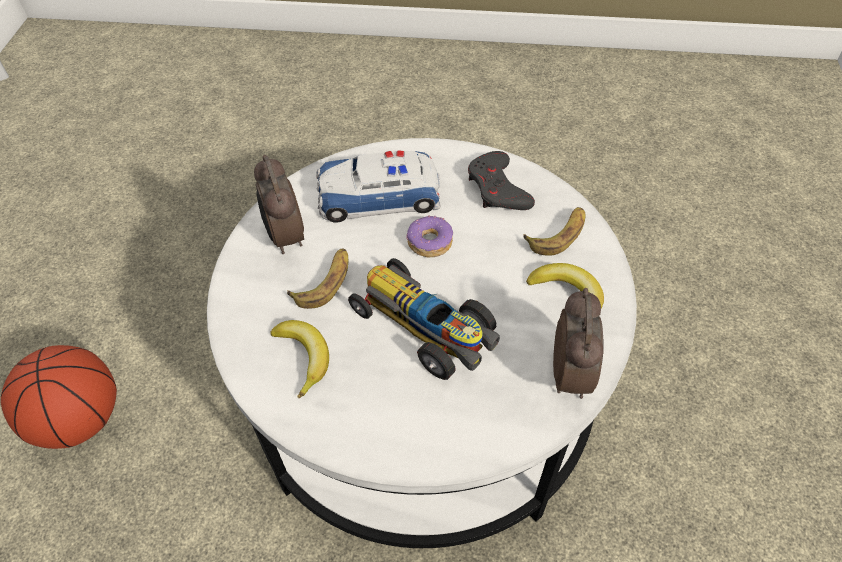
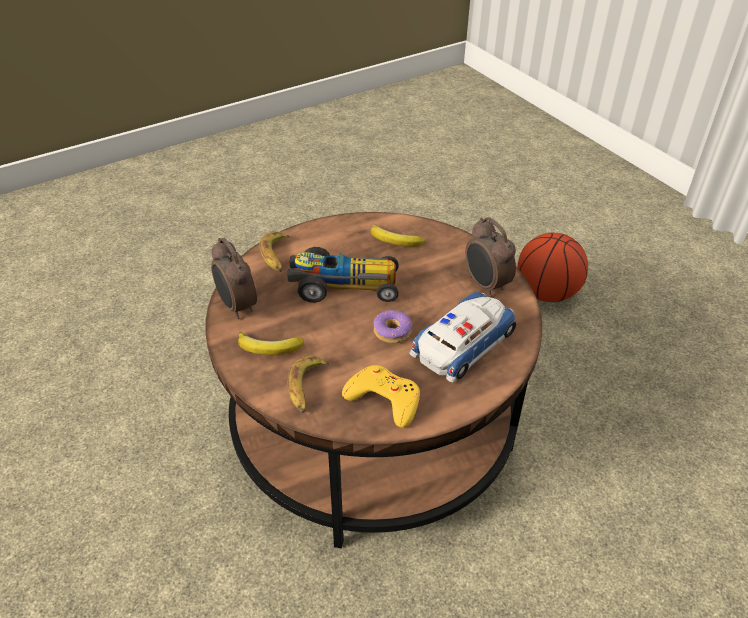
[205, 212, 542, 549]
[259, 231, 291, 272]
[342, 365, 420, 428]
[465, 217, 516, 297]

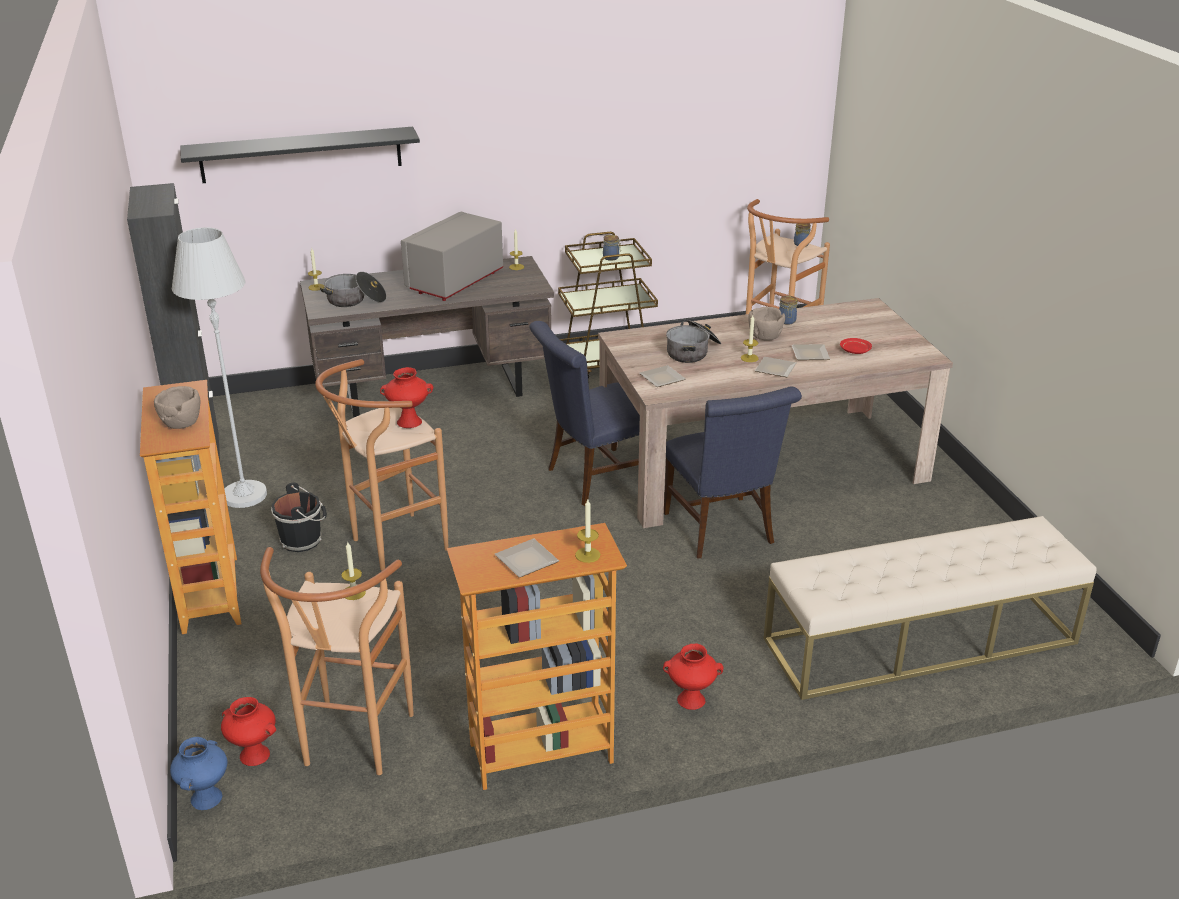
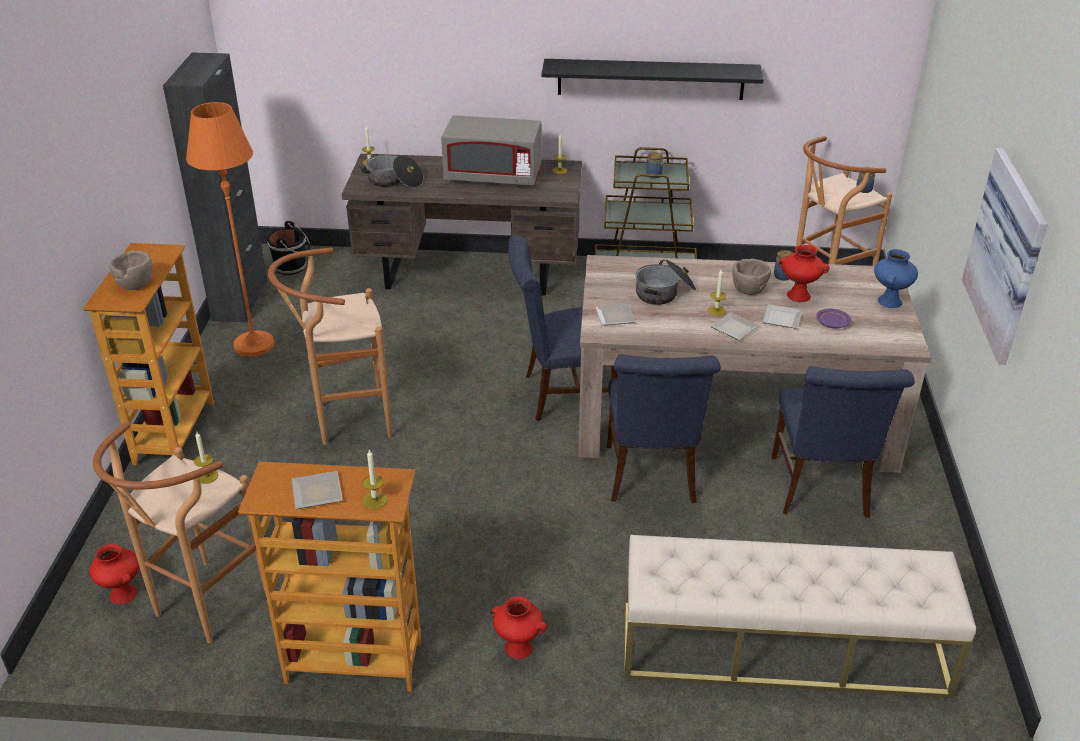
[186, 102, 274, 357]
[267, 221, 311, 275]
[441, 115, 542, 185]
[542, 59, 764, 100]
[771, 366, 915, 518]
[778, 245, 830, 302]
[816, 309, 851, 329]
[874, 249, 918, 308]
[962, 148, 1048, 365]

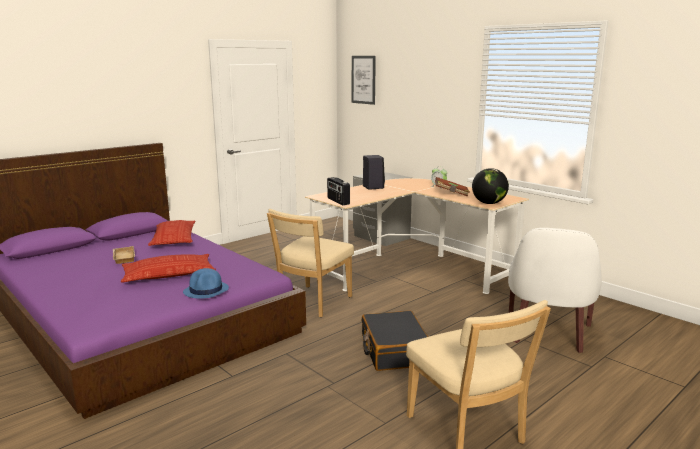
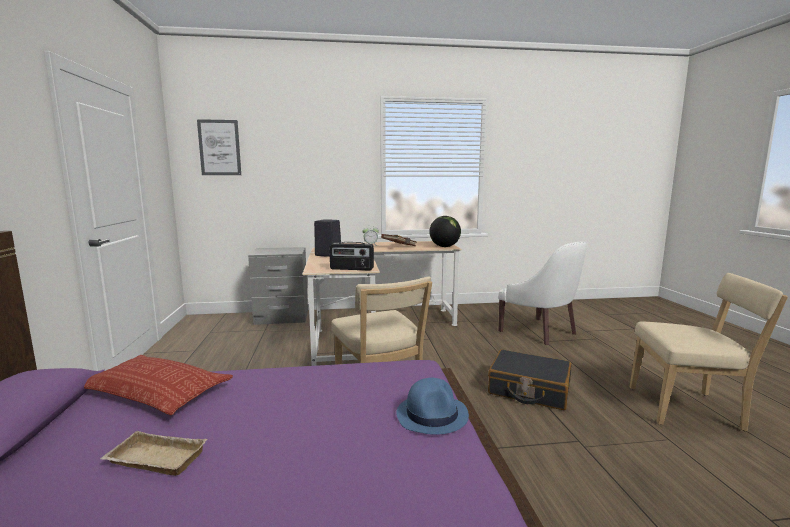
[121, 254, 216, 283] (first image)

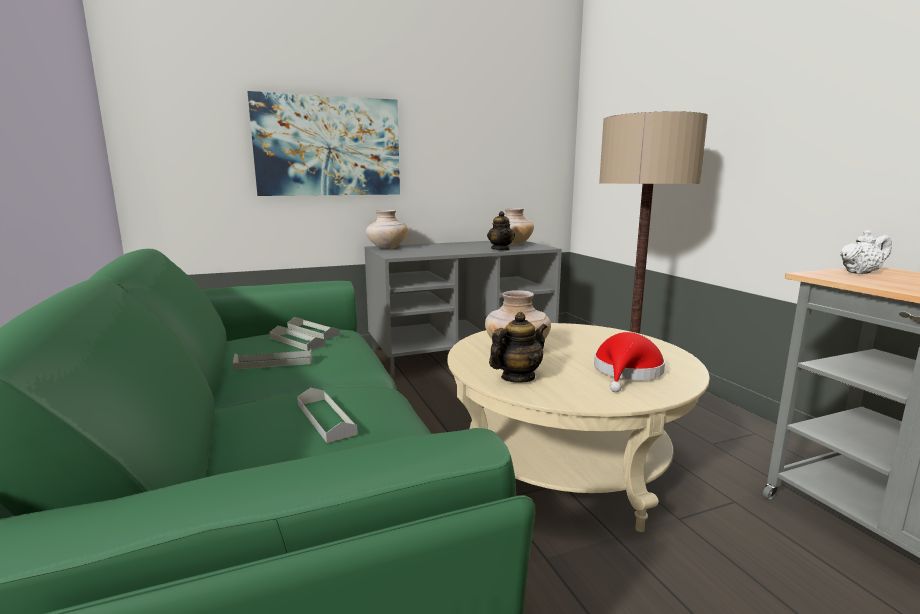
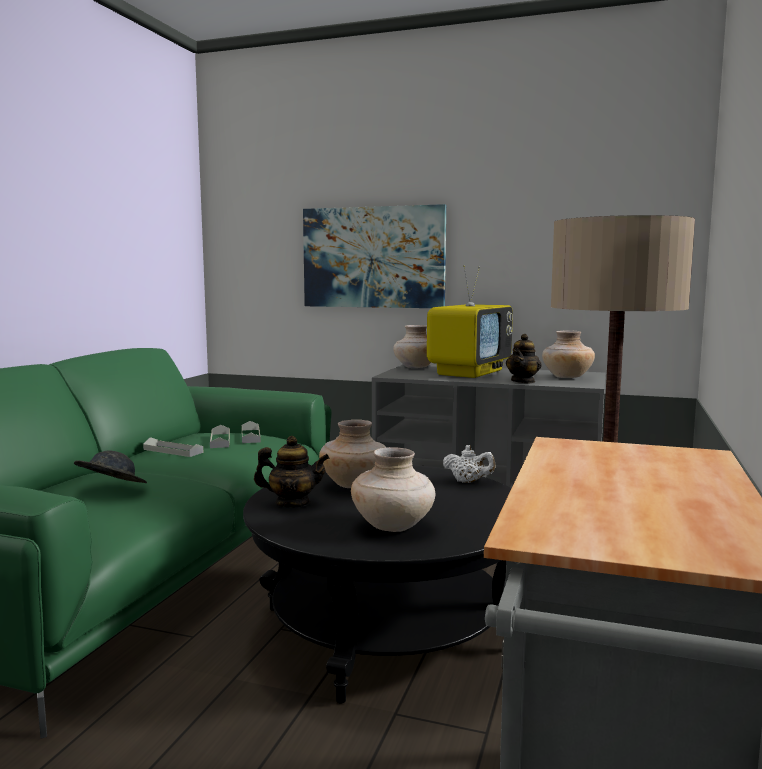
[74, 451, 147, 483]
[243, 465, 511, 704]
[351, 447, 435, 532]
[427, 265, 513, 378]
[443, 445, 496, 483]

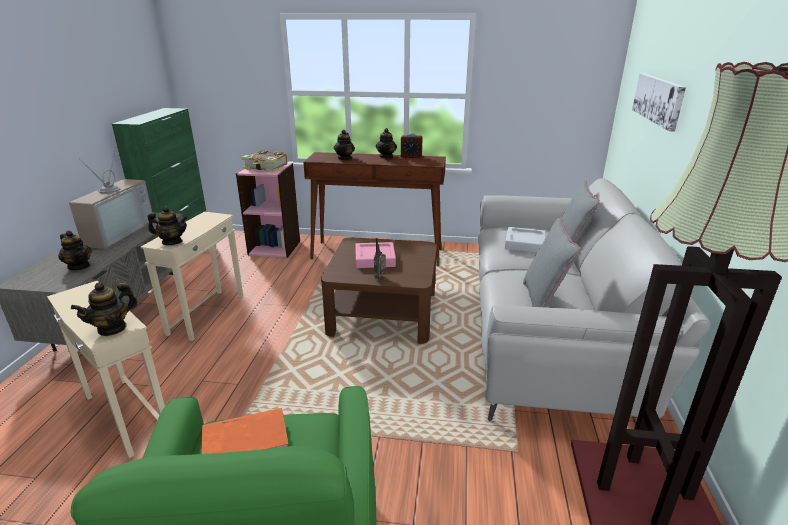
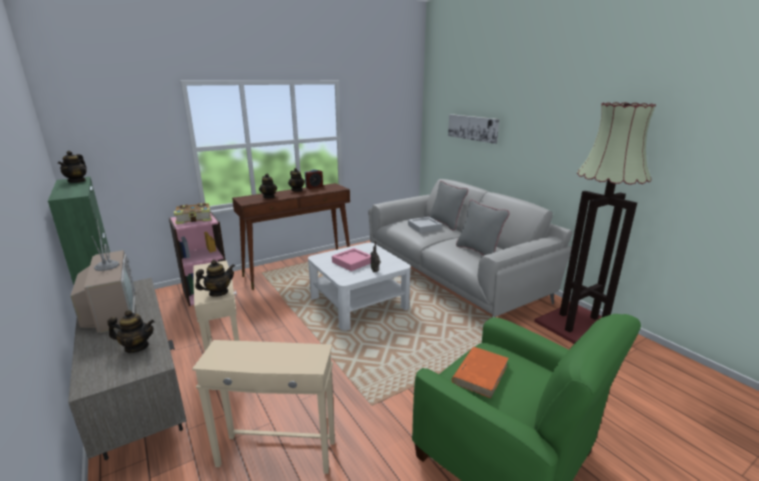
[58, 151, 87, 183]
[308, 242, 411, 331]

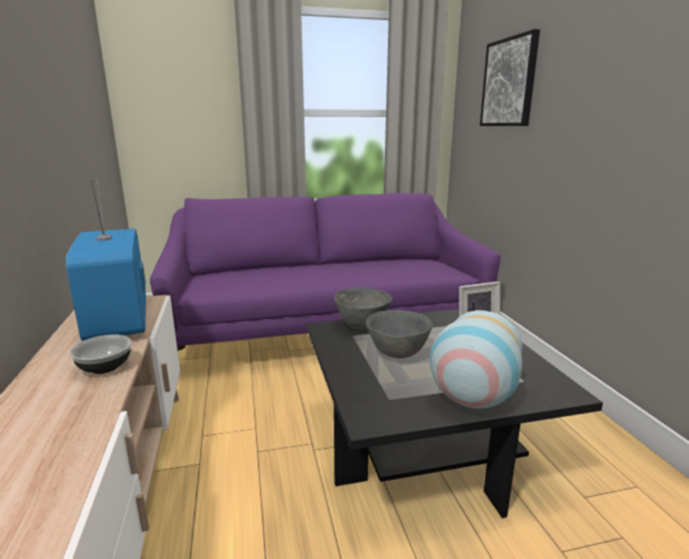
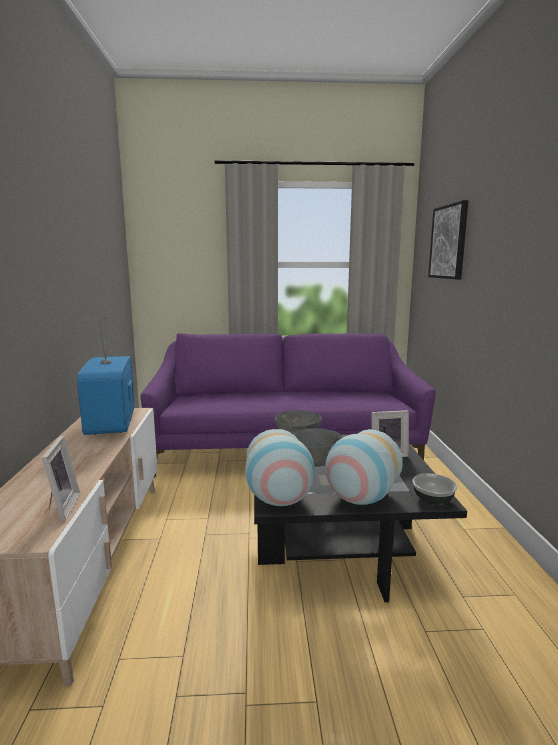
[42, 436, 80, 522]
[245, 429, 315, 506]
[412, 474, 457, 505]

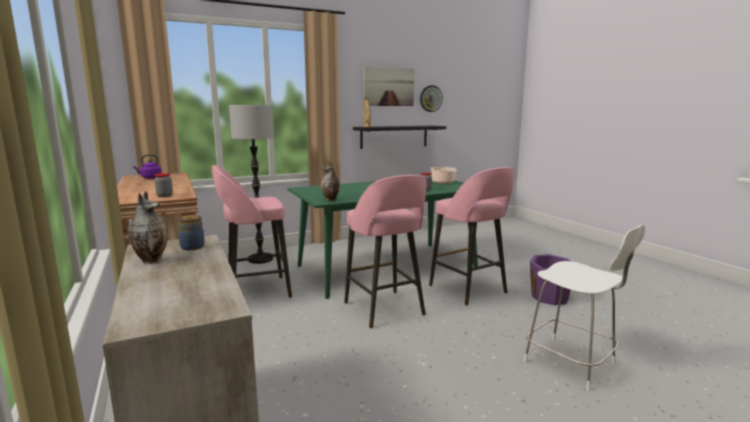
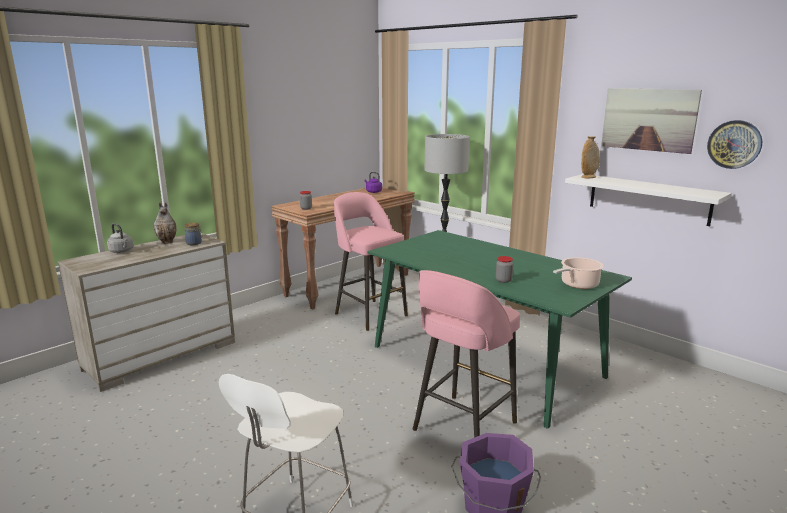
[107, 223, 133, 253]
[565, 174, 732, 226]
[321, 161, 340, 201] (first image)
[344, 175, 426, 328] (first image)

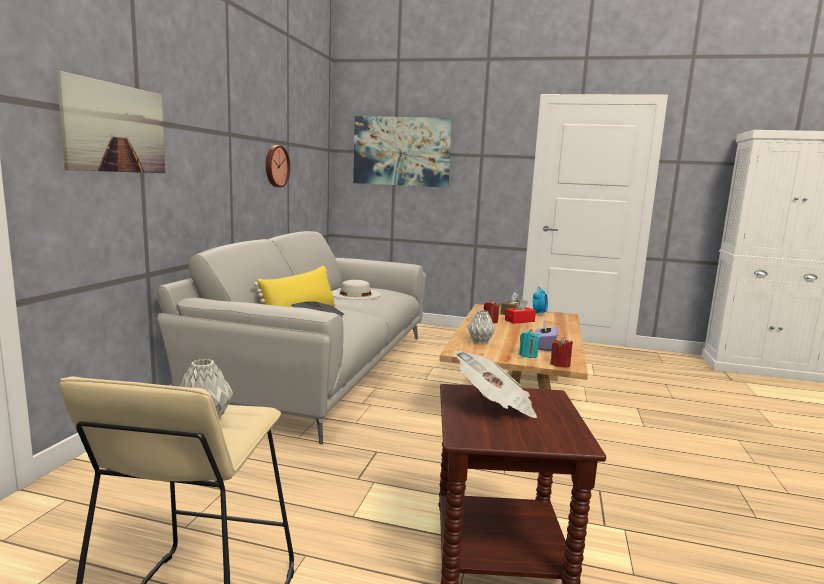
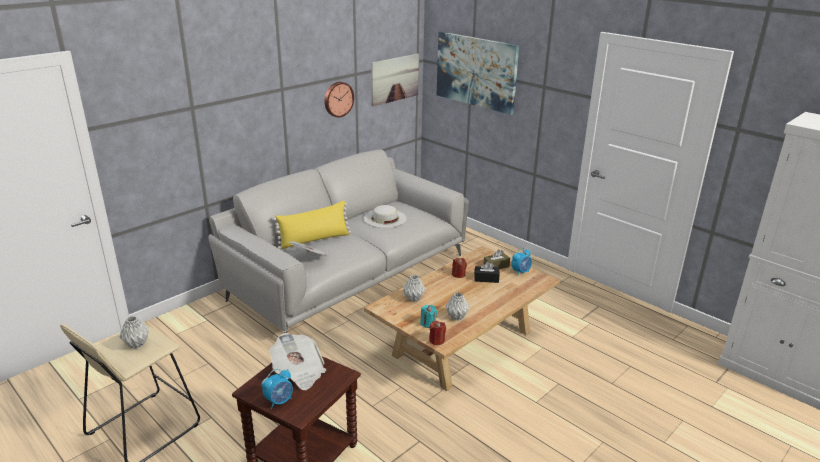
[261, 369, 293, 409]
[371, 54, 419, 106]
[446, 292, 469, 321]
[474, 261, 500, 283]

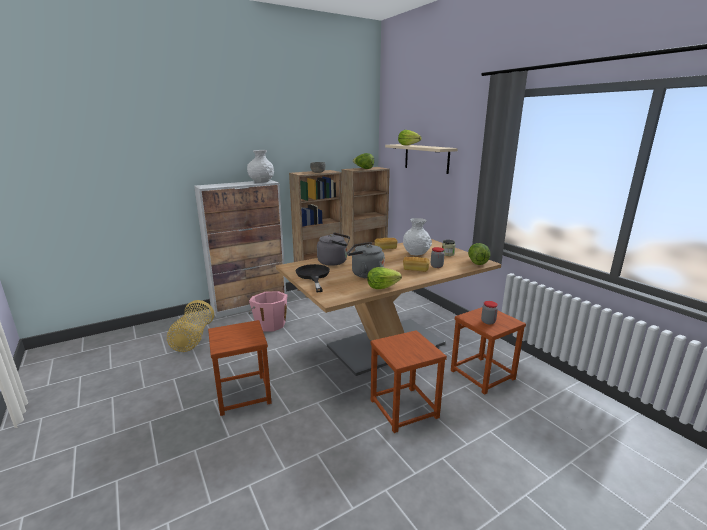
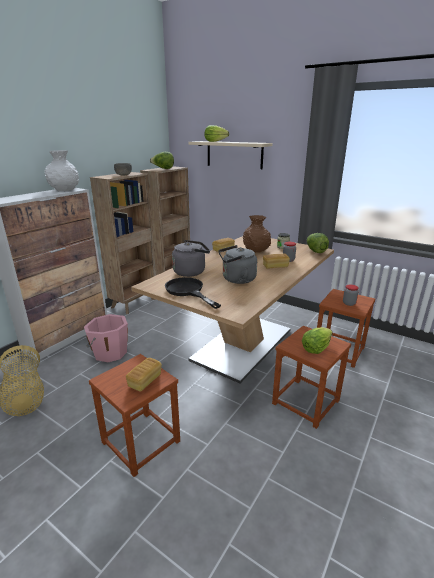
[126, 358, 162, 392]
[243, 215, 271, 253]
[302, 327, 333, 354]

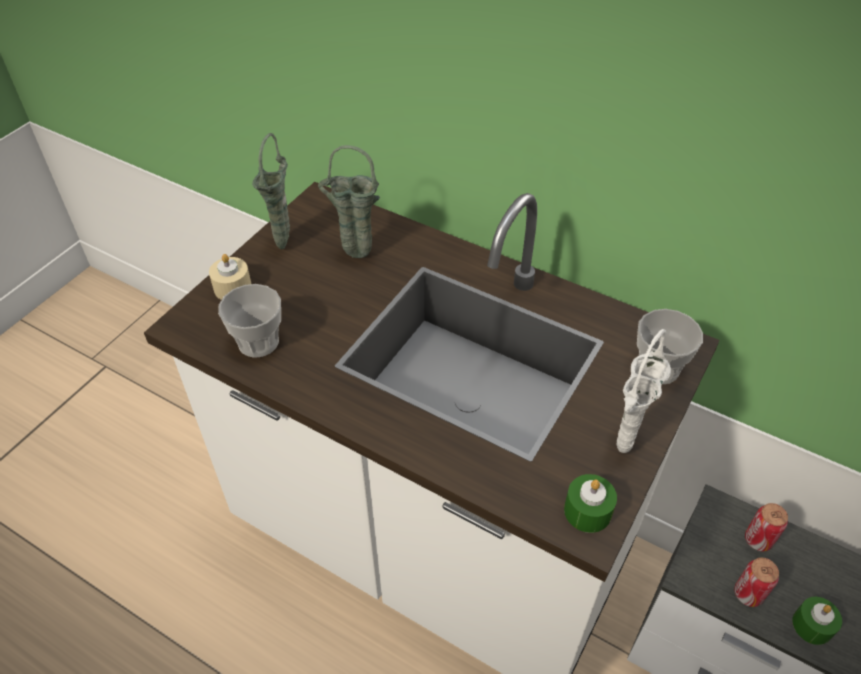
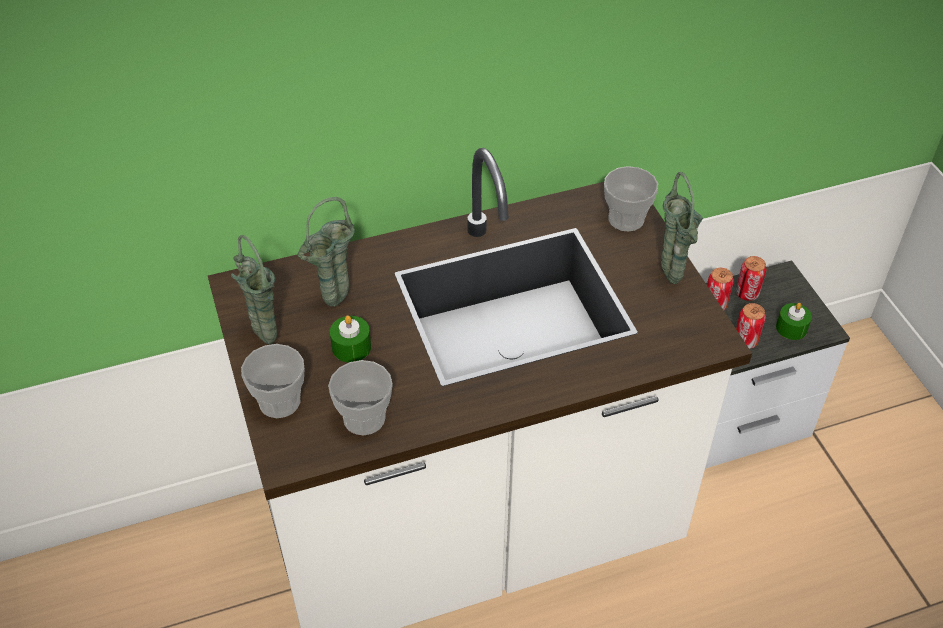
[241, 344, 304, 418]
[330, 315, 371, 362]
[661, 172, 703, 284]
[736, 256, 766, 301]

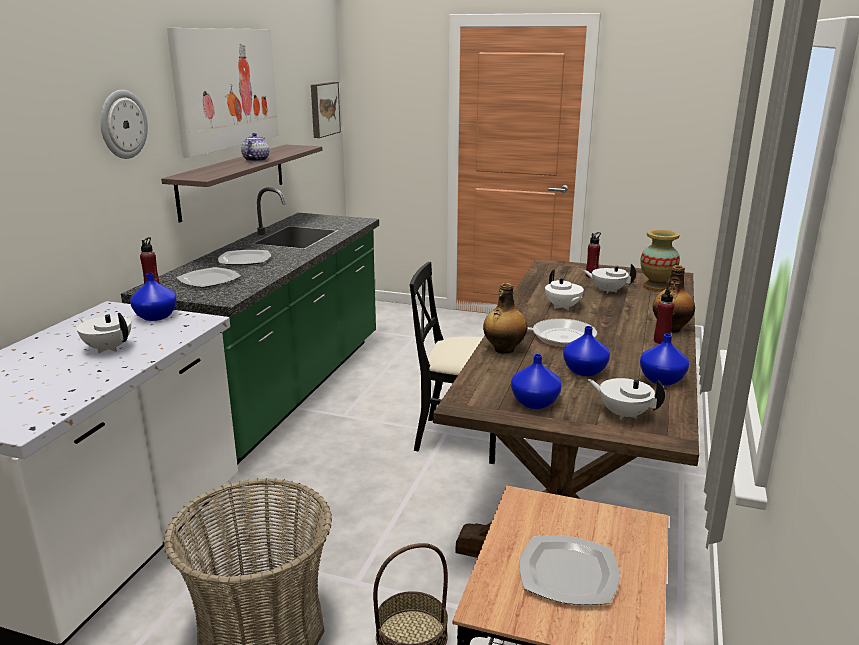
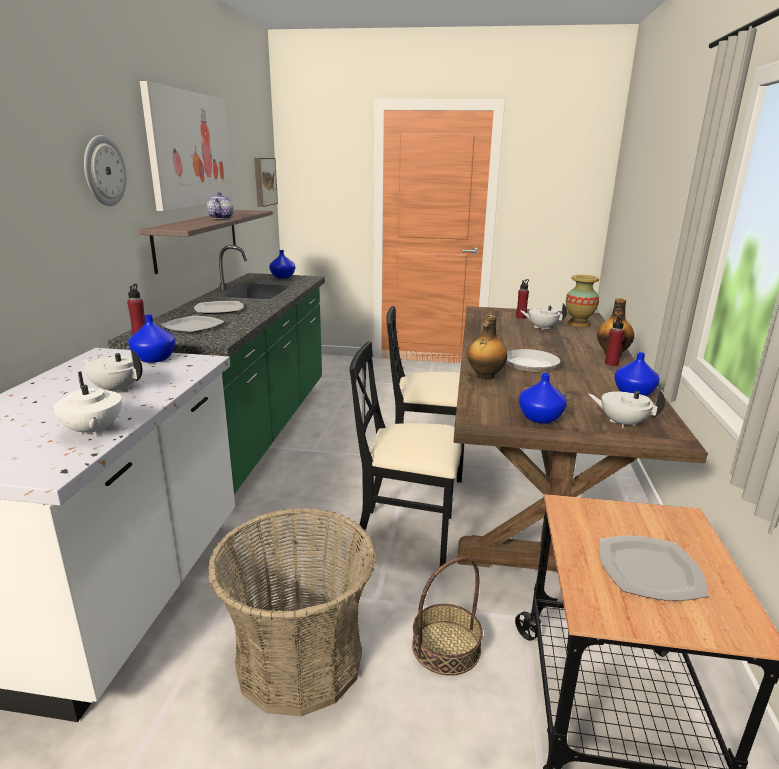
[53, 371, 122, 437]
[269, 250, 295, 278]
[349, 341, 462, 567]

